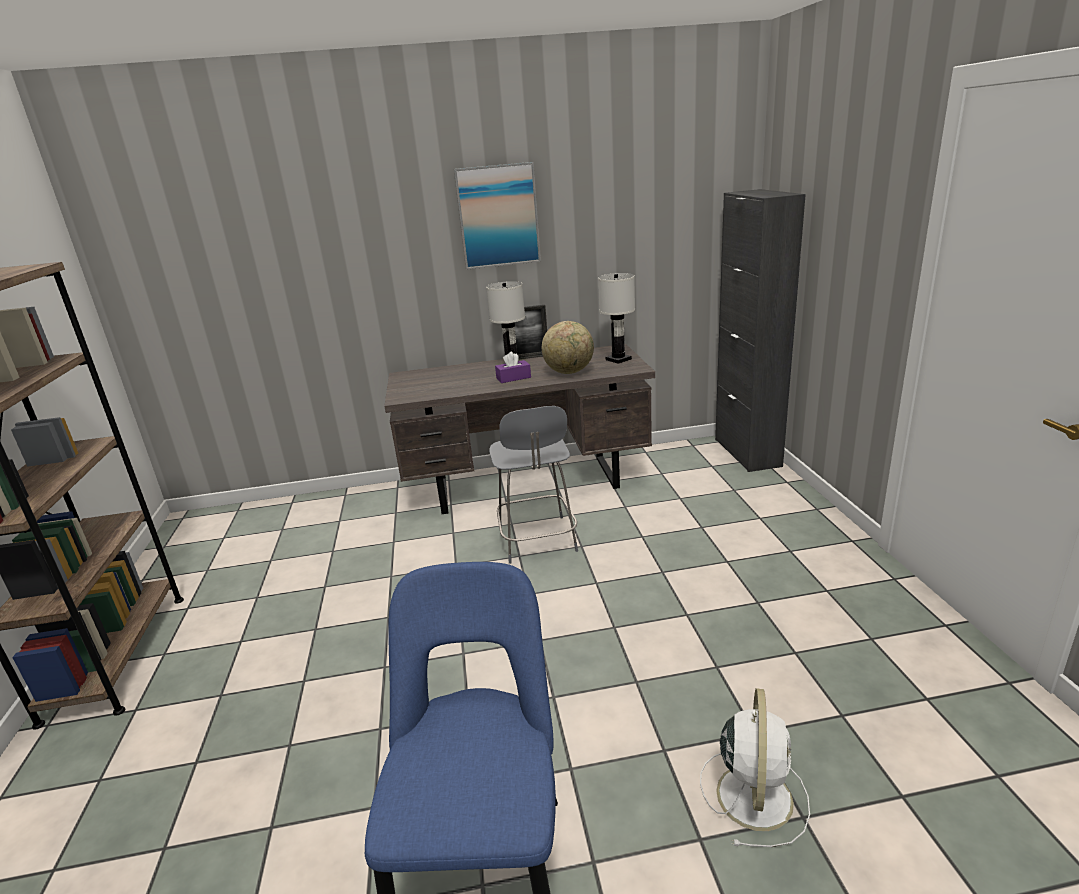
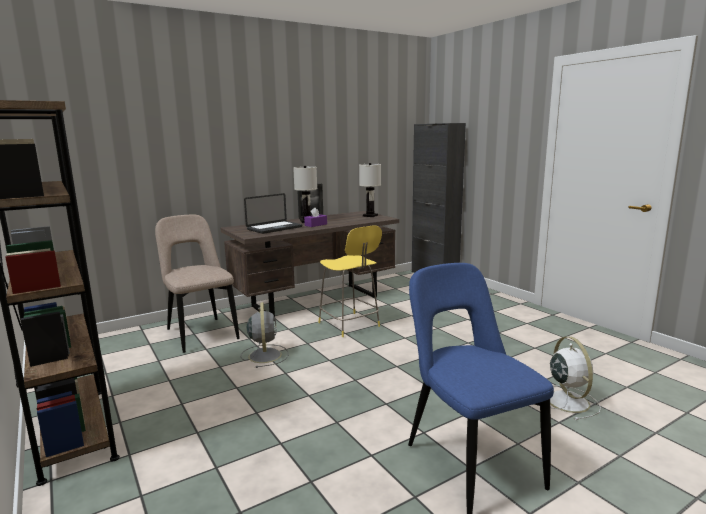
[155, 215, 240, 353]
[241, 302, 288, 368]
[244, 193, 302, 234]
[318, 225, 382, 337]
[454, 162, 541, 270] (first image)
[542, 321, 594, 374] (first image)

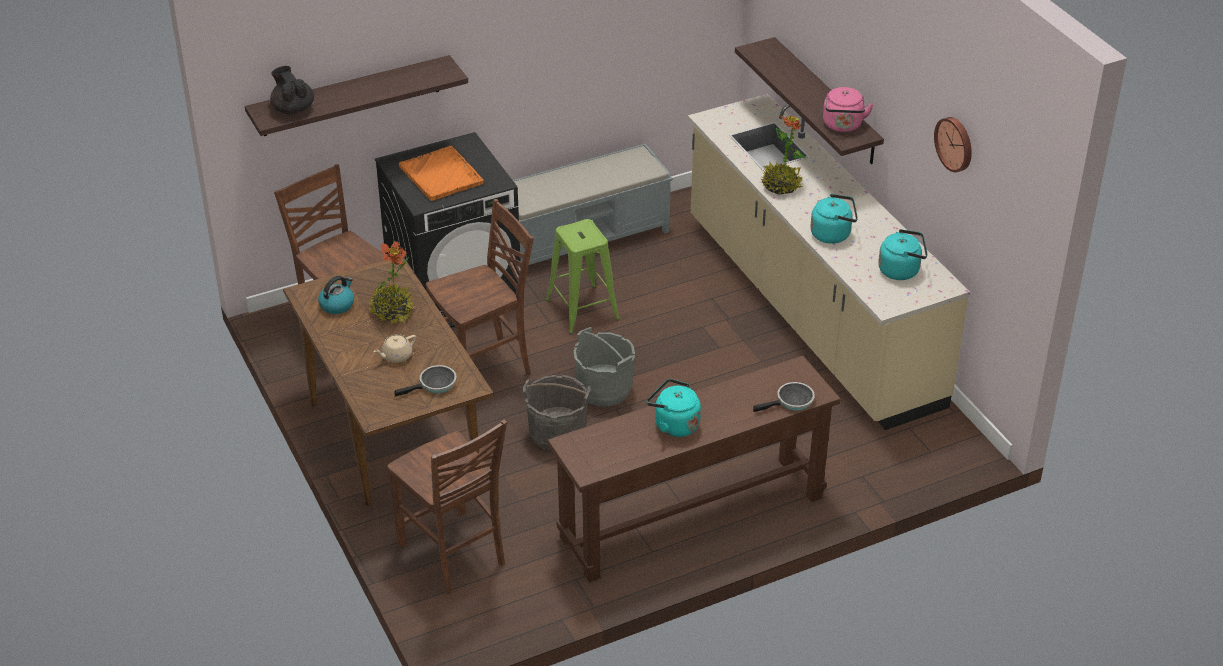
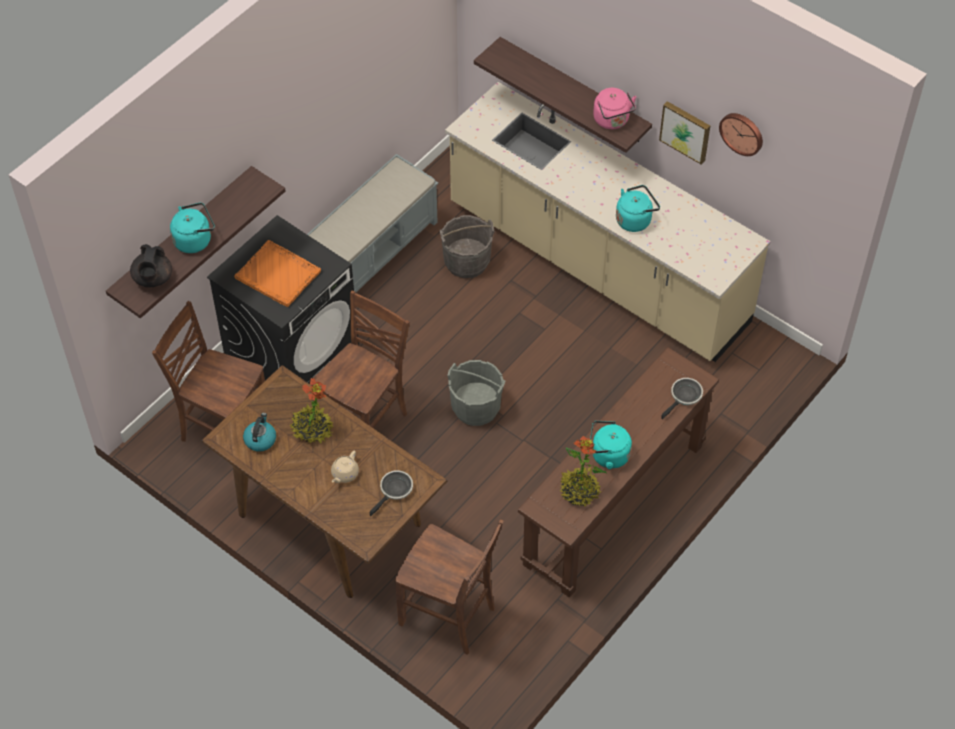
[130, 244, 172, 288]
[170, 202, 215, 253]
[440, 215, 495, 278]
[559, 436, 606, 507]
[659, 101, 710, 165]
[546, 219, 620, 334] (first image)

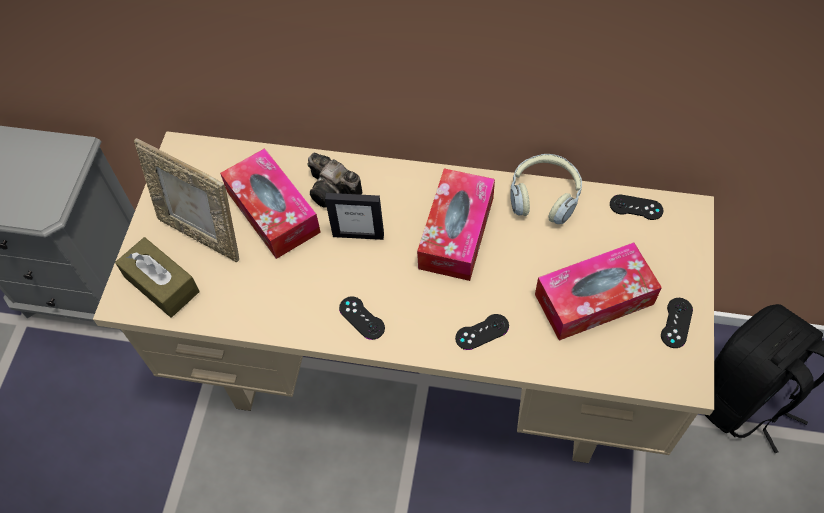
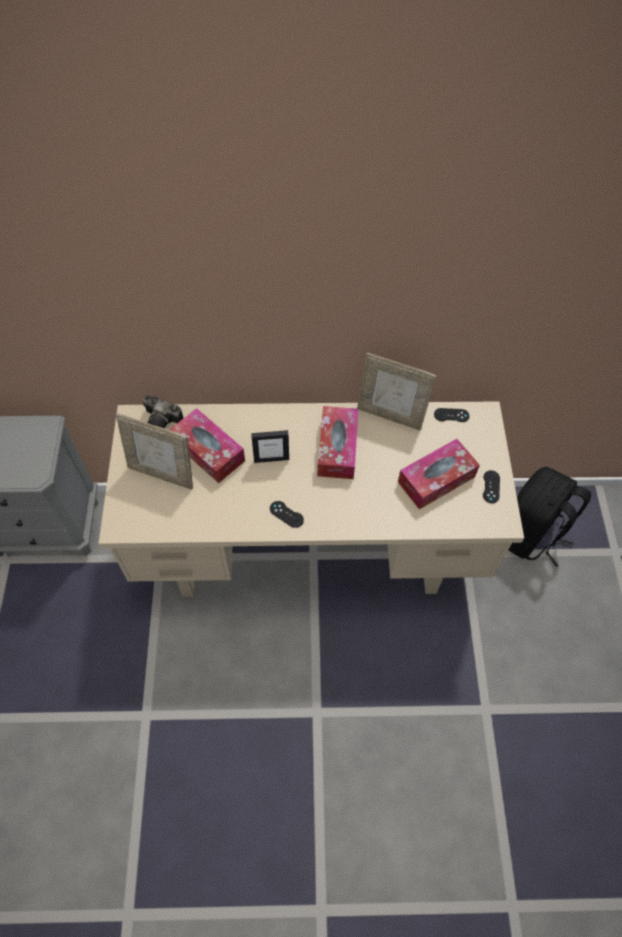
[143, 395, 183, 428]
[357, 352, 436, 431]
[115, 237, 199, 318] (first image)
[455, 314, 509, 350] (first image)

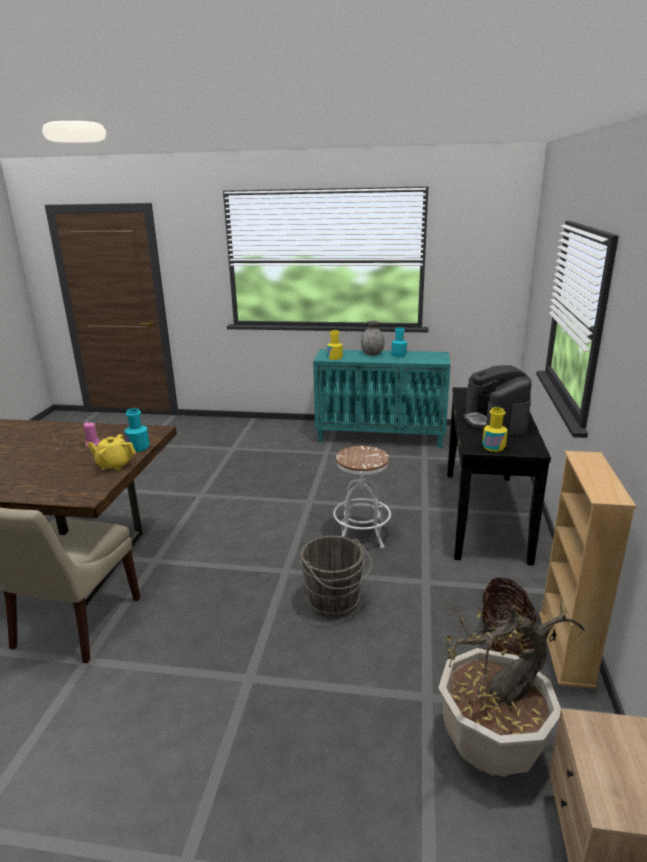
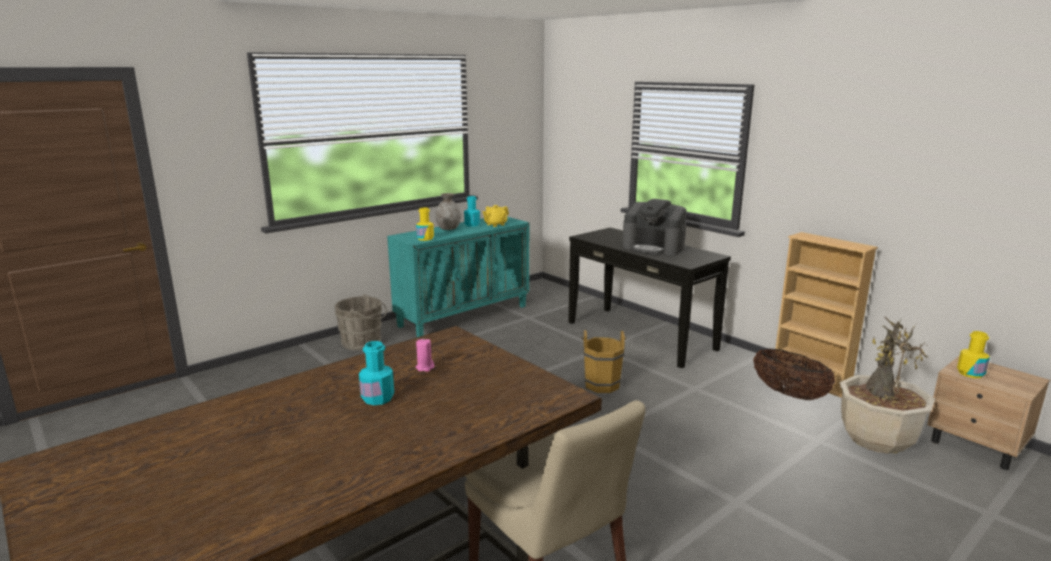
[335, 294, 387, 350]
[359, 341, 394, 405]
[482, 205, 509, 227]
[581, 330, 626, 393]
[957, 331, 990, 378]

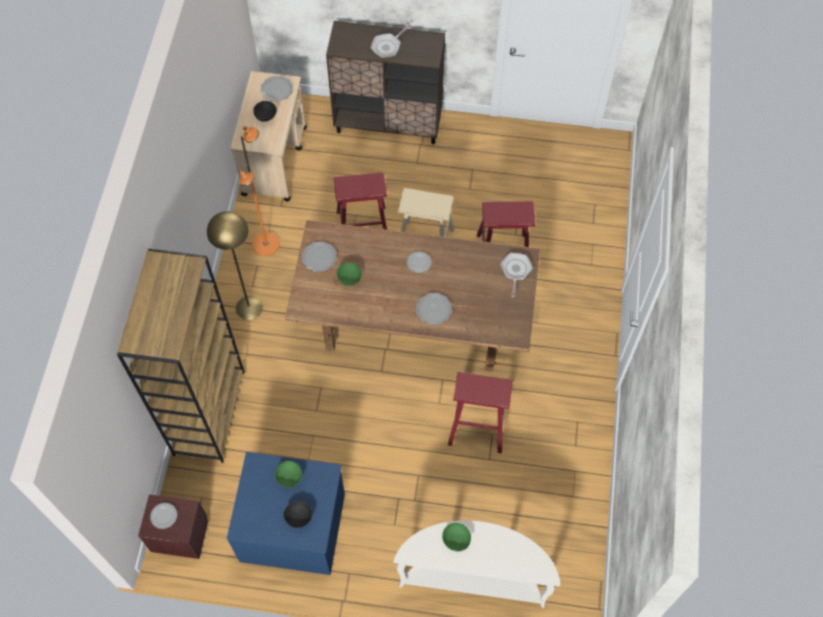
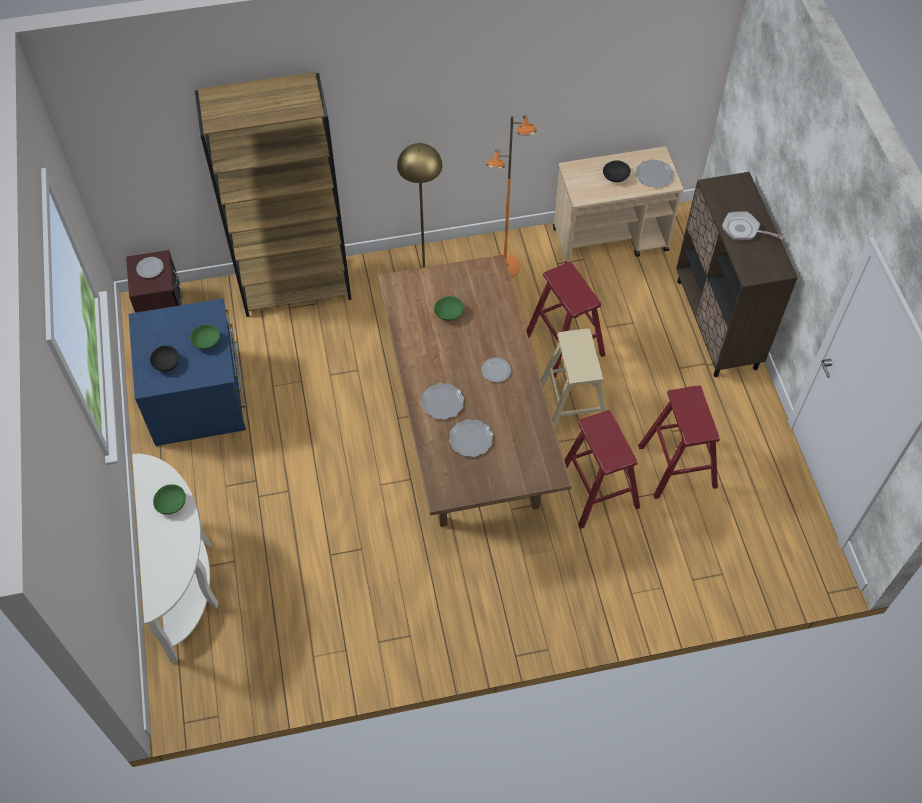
[449, 419, 493, 457]
[638, 385, 720, 499]
[500, 253, 533, 298] (first image)

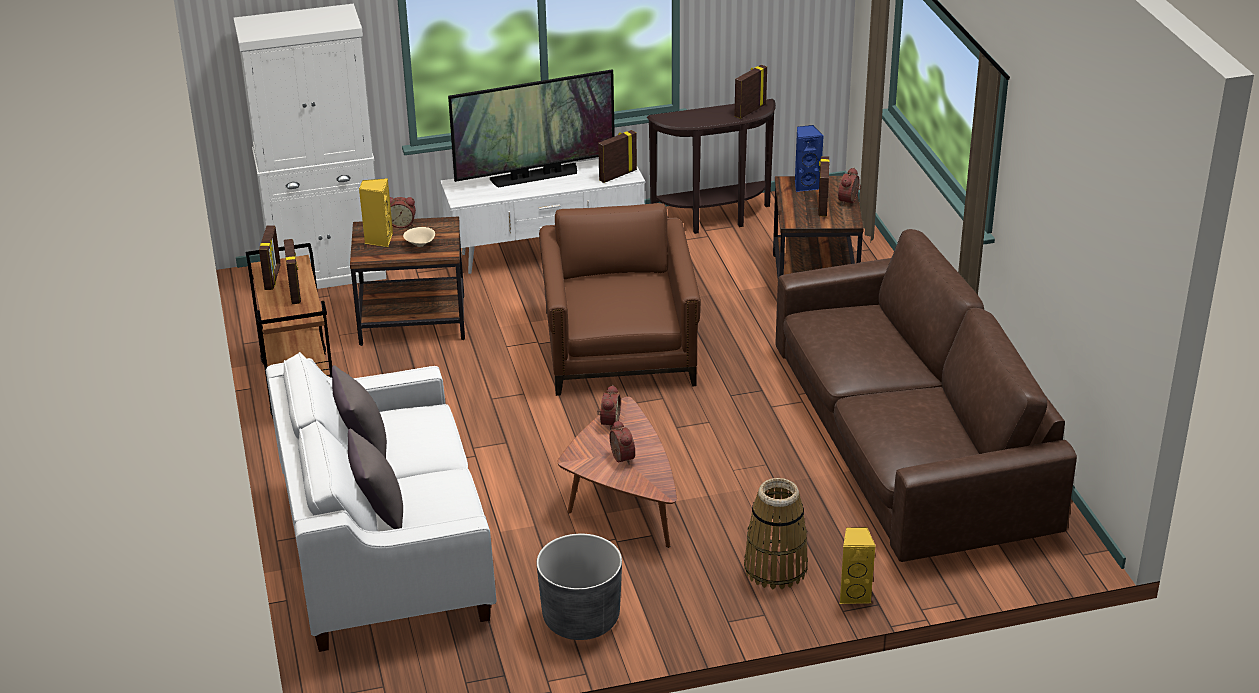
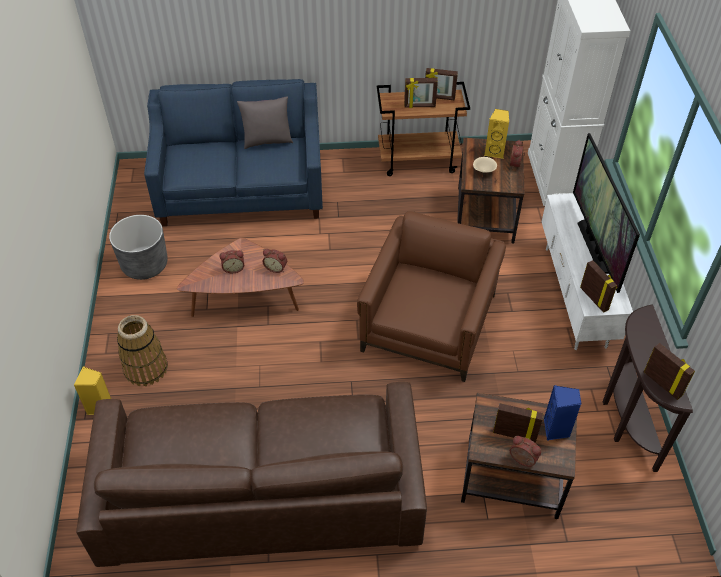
[144, 79, 323, 226]
[357, 211, 506, 382]
[348, 429, 403, 529] (first image)

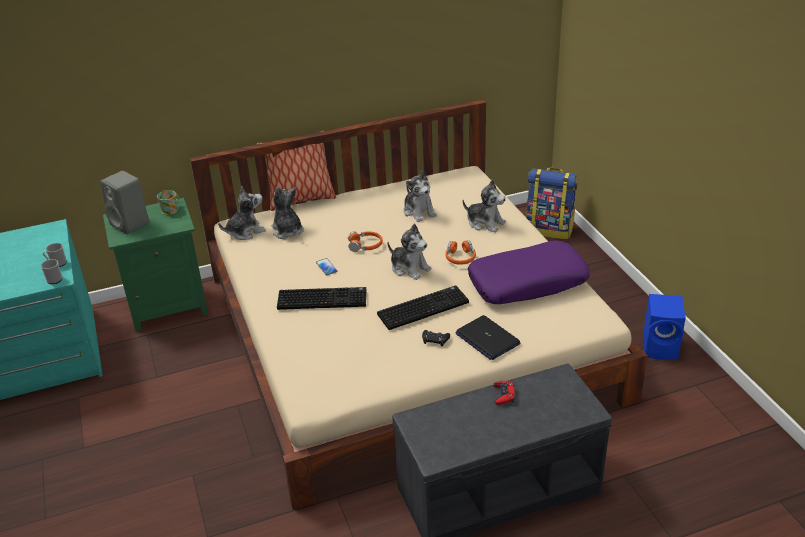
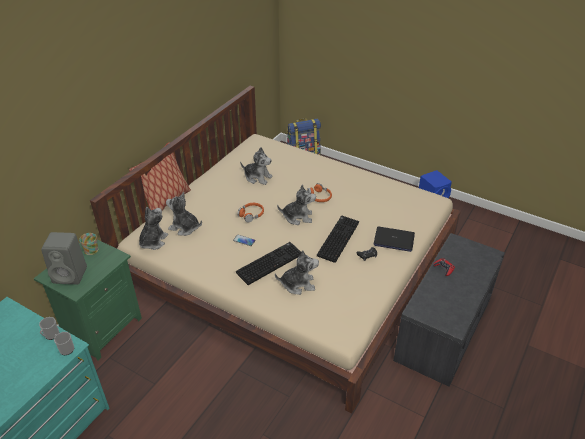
[275, 250, 319, 295]
[468, 240, 590, 304] (first image)

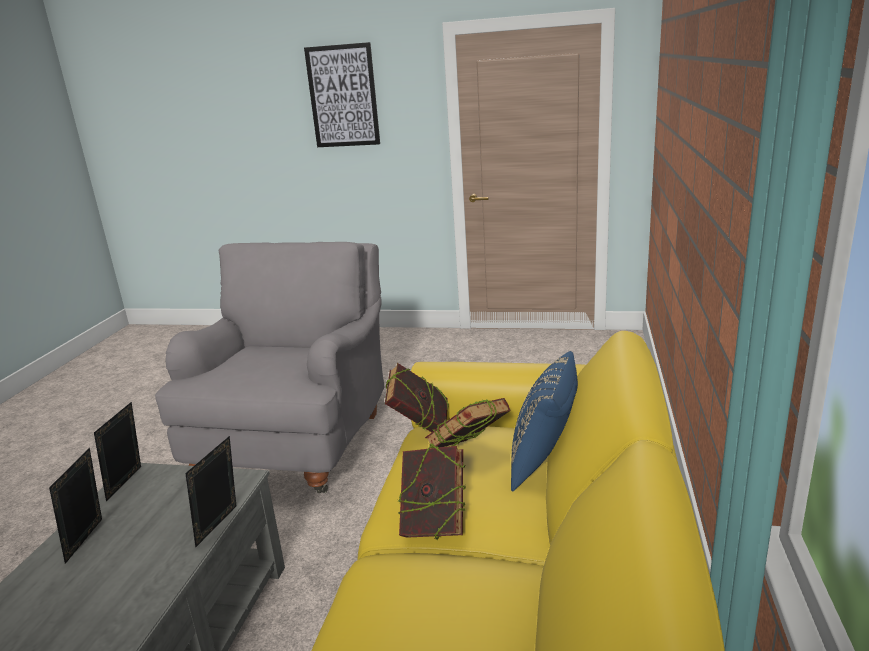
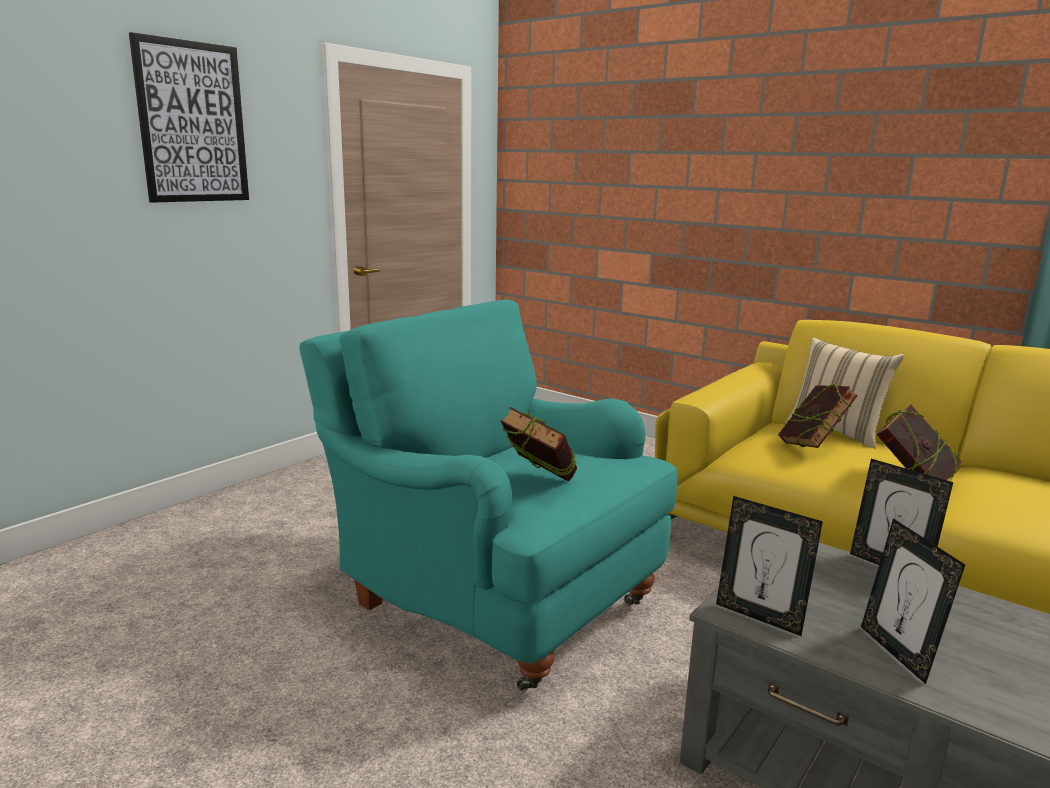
[300, 300, 677, 691]
[501, 407, 577, 482]
[785, 338, 904, 449]
[861, 518, 965, 684]

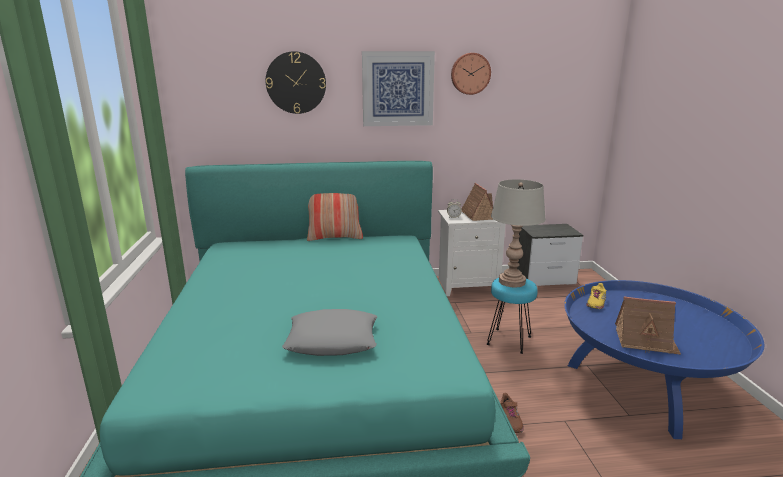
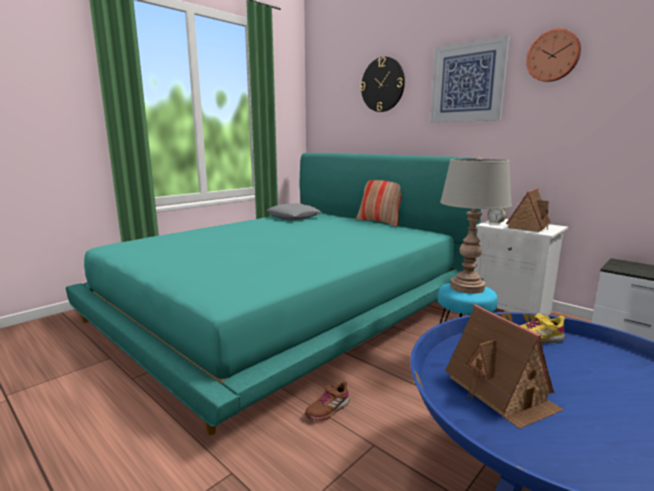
[266, 203, 322, 220]

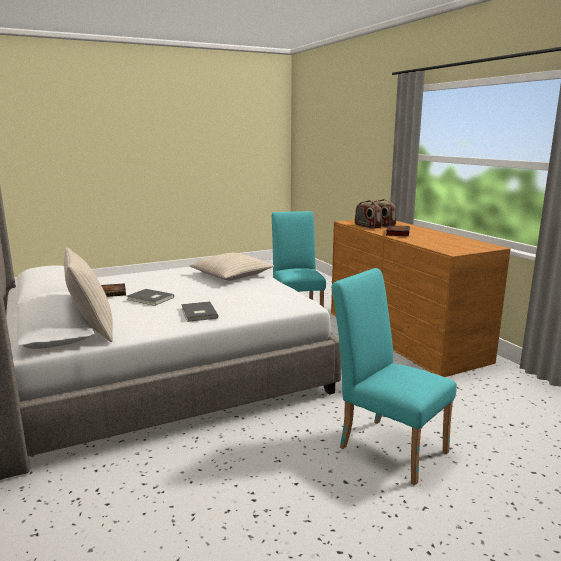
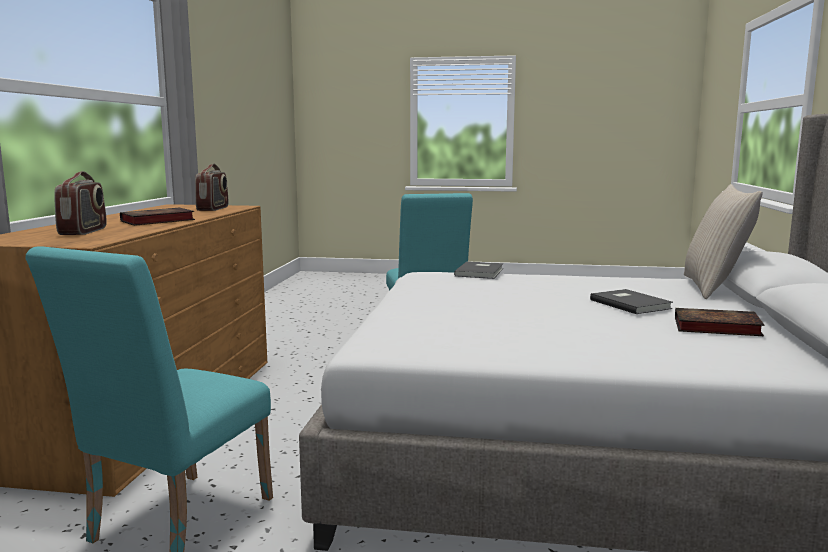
[195, 164, 228, 211]
[454, 261, 503, 279]
[189, 253, 274, 281] (first image)

